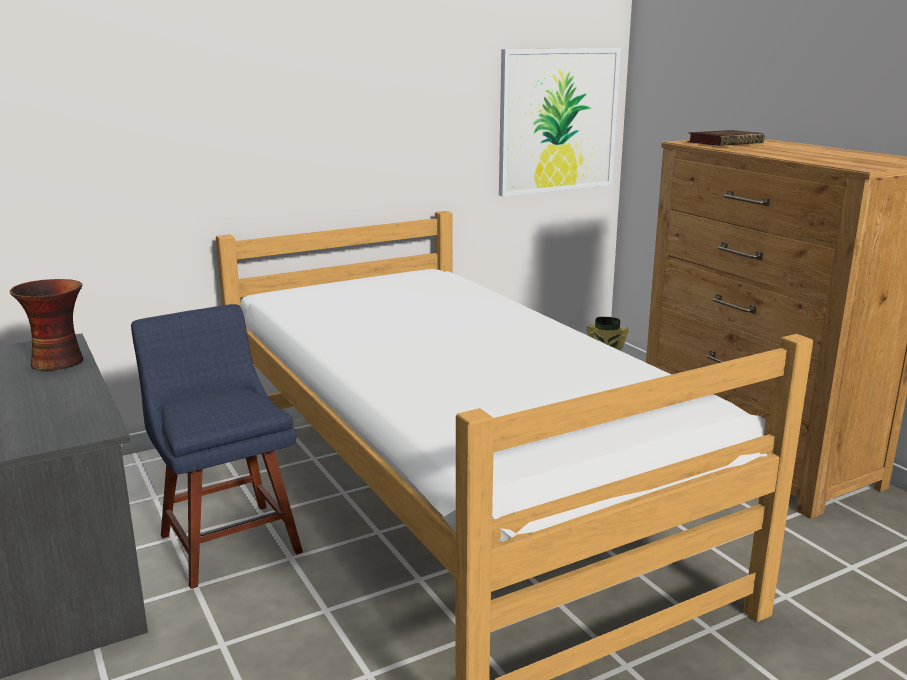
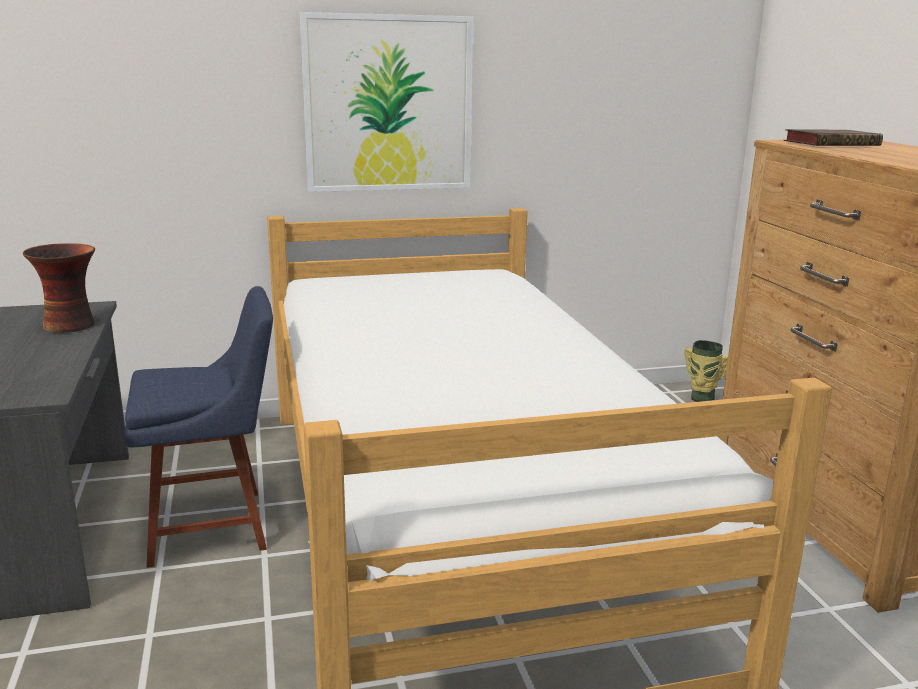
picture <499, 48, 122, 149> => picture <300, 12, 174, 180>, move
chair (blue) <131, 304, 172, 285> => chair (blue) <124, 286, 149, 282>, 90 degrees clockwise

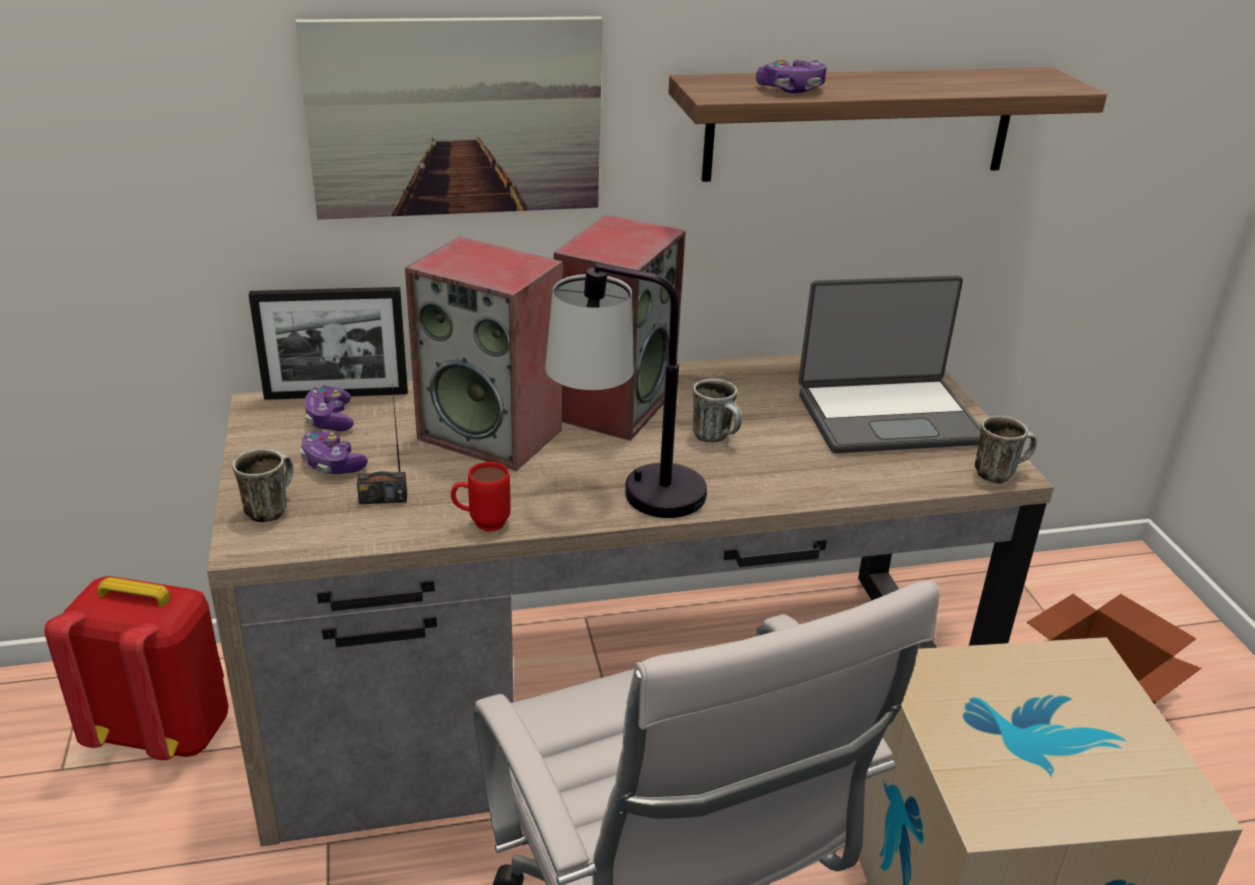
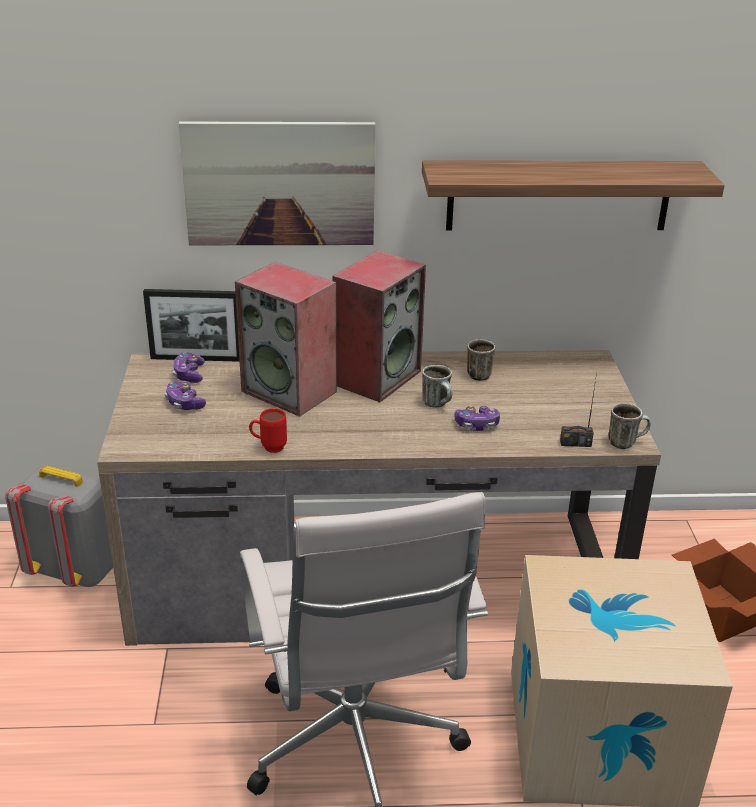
table lamp <545, 263, 162, 255> => nothing
laptop <798, 276, 183, 177> => nothing
mug <233, 449, 60, 73> => mug <467, 339, 28, 42>, move
radio <357, 385, 50, 119> => radio <560, 373, 37, 74>, move
game controller <756, 58, 71, 35> => game controller <455, 406, 45, 25>, move
backpack (red) <44, 576, 184, 184> => backpack (grey) <5, 465, 108, 122>

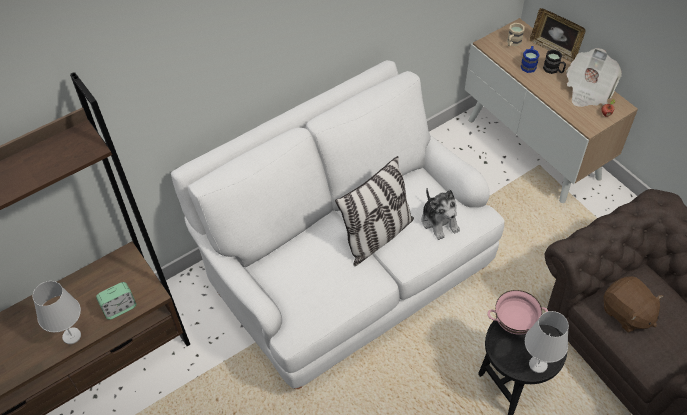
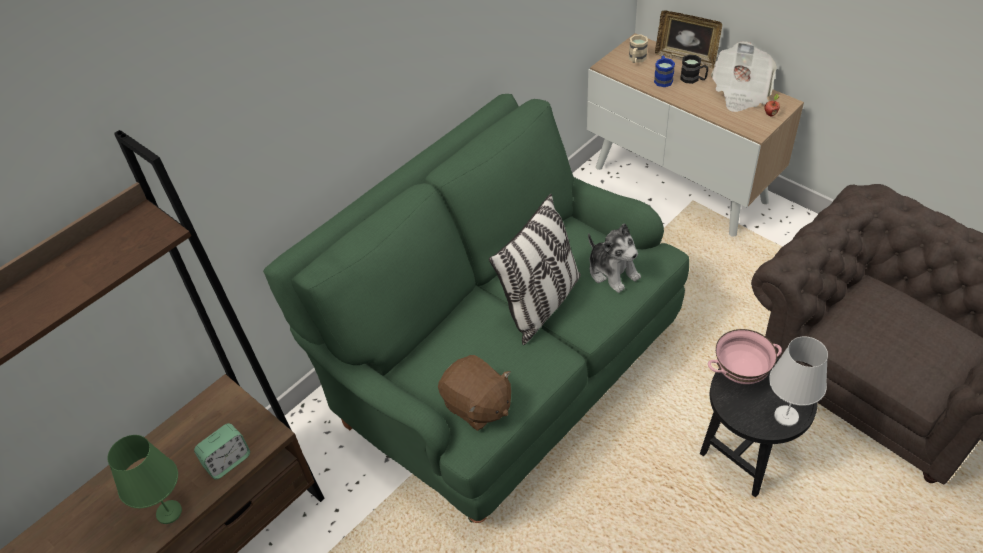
plush toy (brown) <603, 276, 60, 57> => plush toy (brown) <438, 355, 73, 76>, move
table lamp (white) <33, 281, 48, 63> => table lamp (green) <107, 435, 75, 89>
sofa (white) <171, 60, 334, 329> => sofa (green) <263, 94, 426, 429>

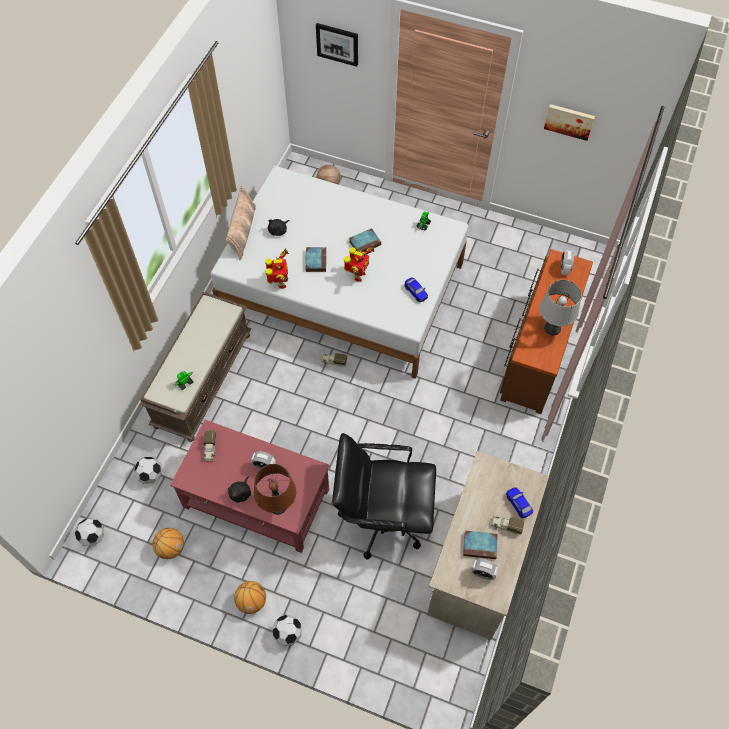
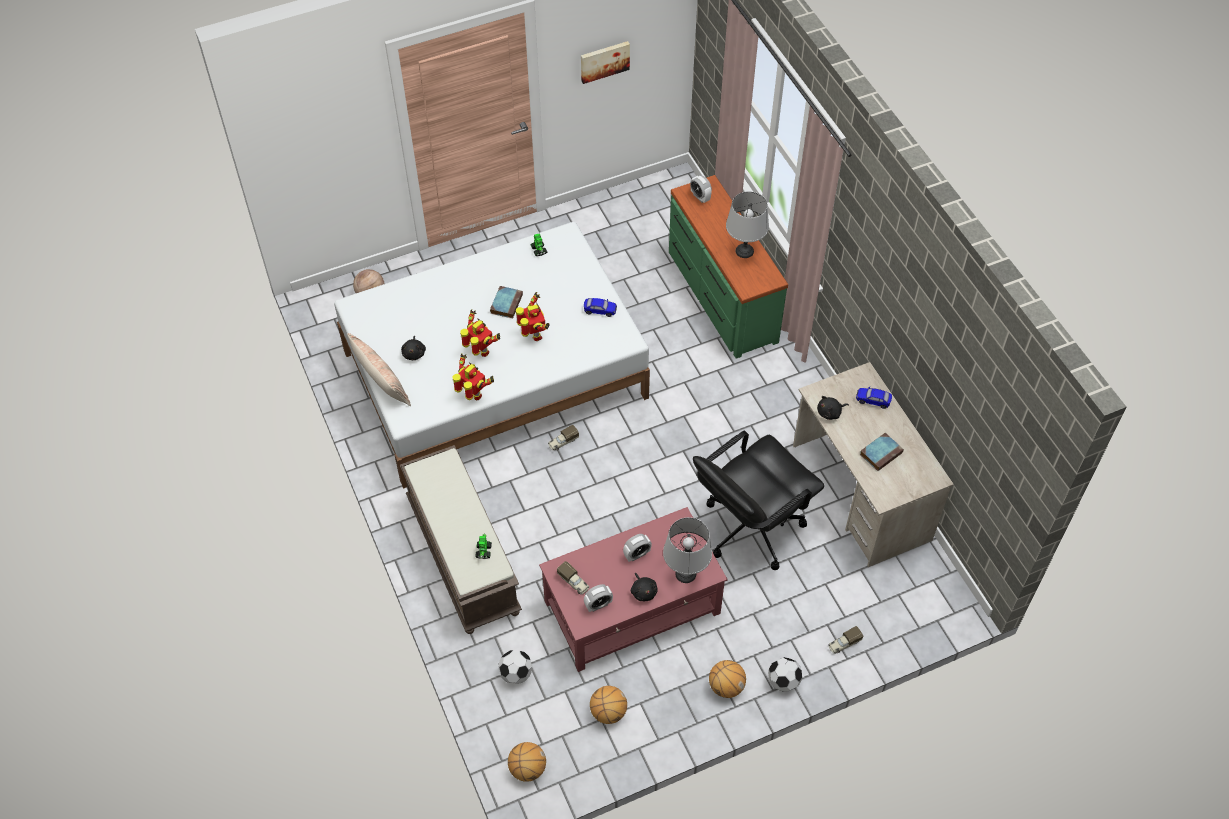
picture <316, 23, 42, 44> => nothing
nothing => plush toy (black) <817, 396, 32, 24>
alarm clock <470, 558, 28, 22> => alarm clock <584, 584, 29, 28>, move
toy truck <491, 516, 34, 19> => toy truck <828, 626, 35, 28>, move
football <75, 518, 29, 28> => basketball <508, 742, 38, 40>
book <306, 247, 20, 25> => toy robot <460, 309, 40, 48>
table lamp (brown) <254, 464, 42, 51> => table lamp (grey) <663, 517, 49, 66>
dresser (brown) <500, 249, 93, 165> => dresser (green) <669, 175, 119, 184>

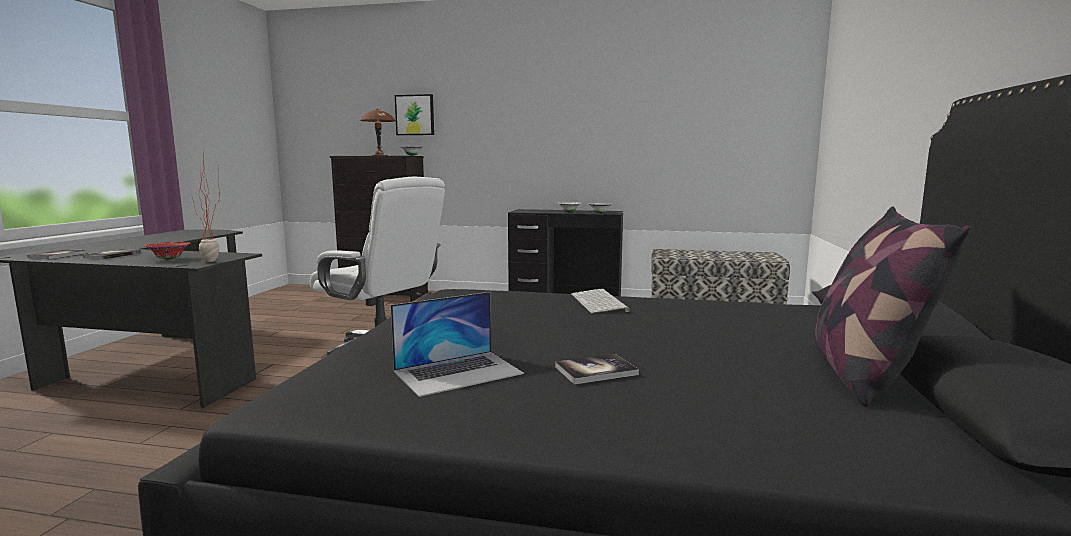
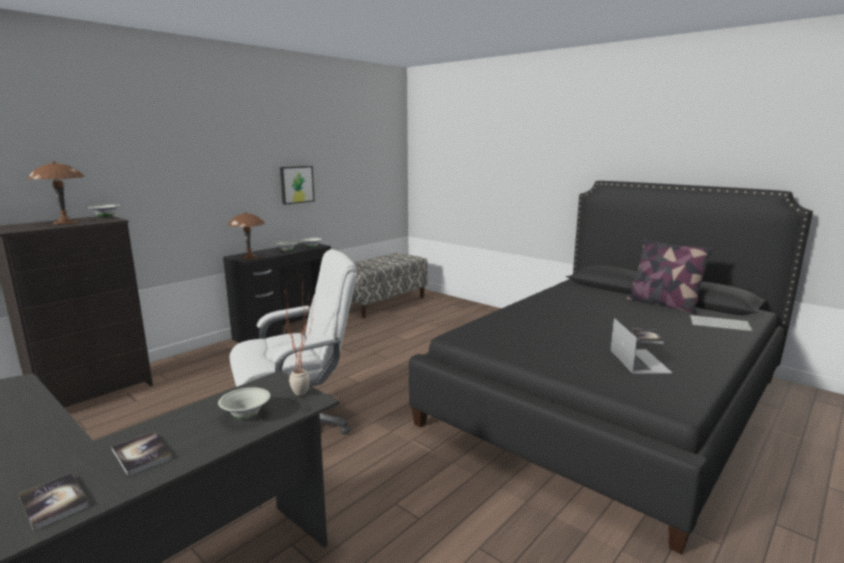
nothing => table lamp (brown) <228, 212, 37, 47>
picture <395, 94, 39, 41> => picture <280, 166, 35, 39>, move
keyboard <571, 289, 59, 24> => keyboard <690, 315, 63, 16>, move
bowl (red) <144, 242, 46, 18> => bowl (white) <218, 387, 52, 32>

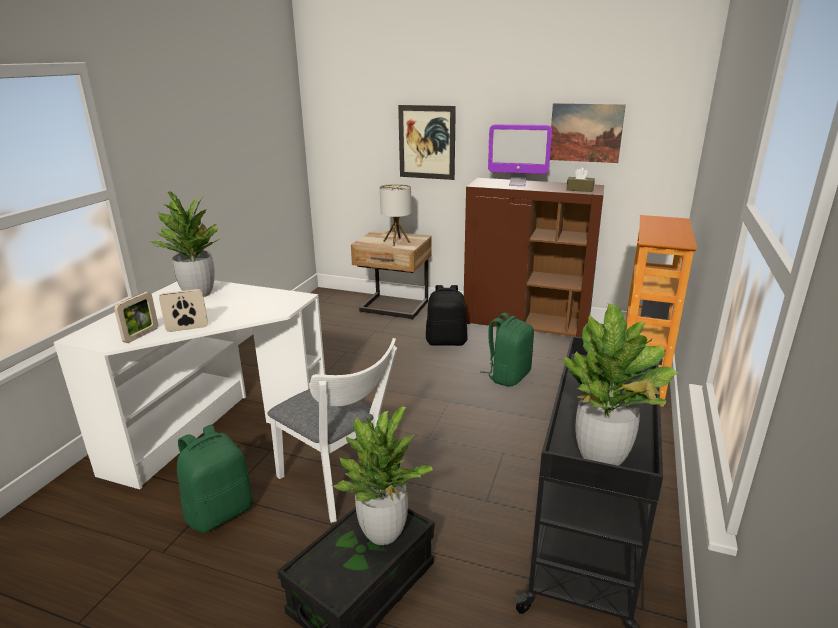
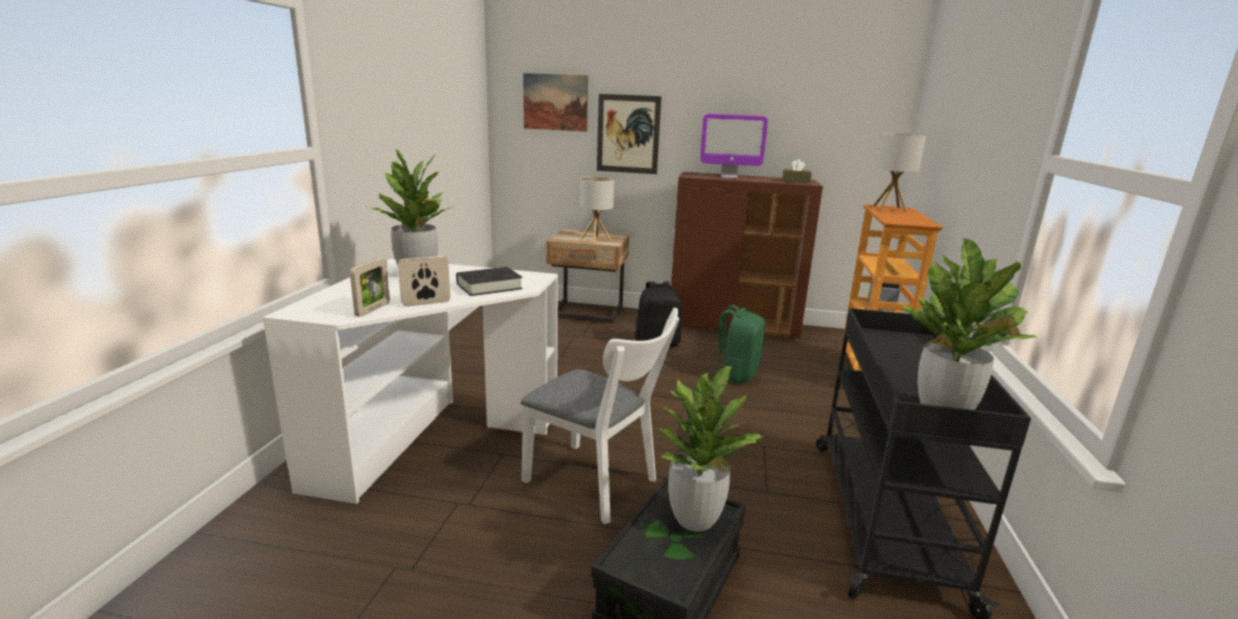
backpack (green) <177, 424, 75, 109> => nothing
nothing => book (black) <456, 267, 67, 29>
nothing => table lamp <873, 133, 53, 79>
picture <550, 103, 76, 60> => picture <523, 73, 65, 59>, move

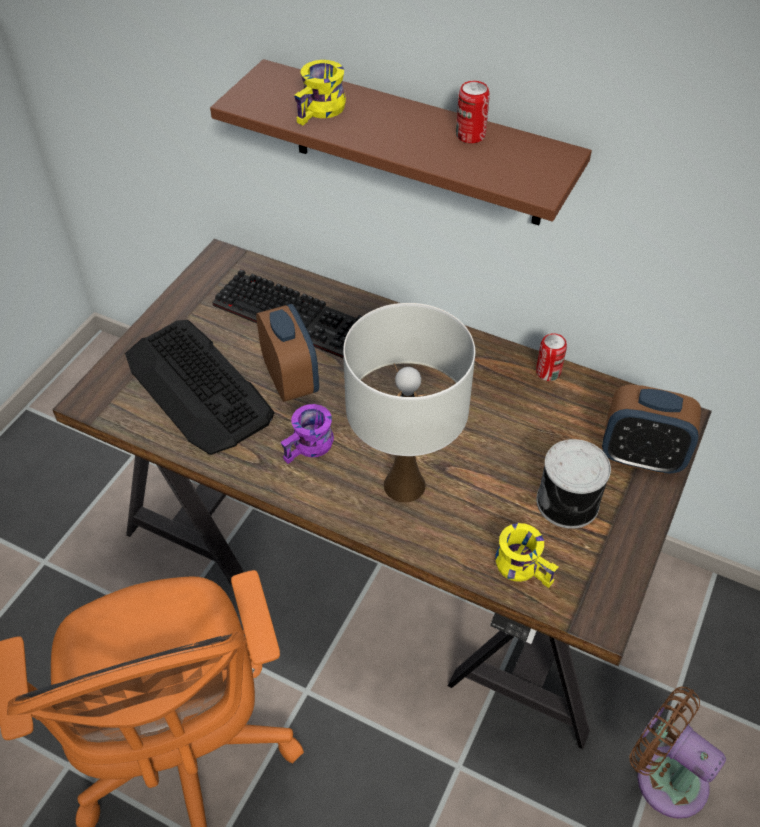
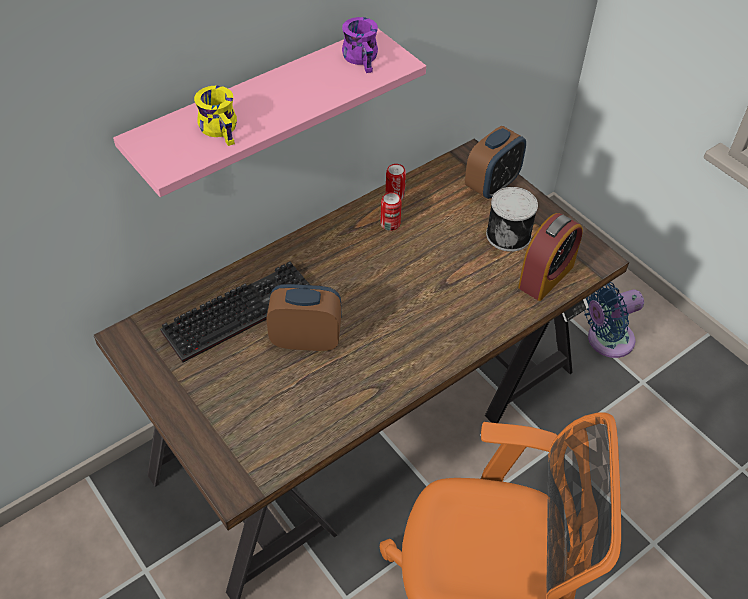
keyboard <125, 320, 149, 135> => nothing
table lamp (white) <343, 303, 132, 200> => nothing
mug (purple) <281, 404, 53, 60> => mug (purple) <342, 17, 36, 56>, move
can <456, 81, 34, 62> => can <380, 192, 22, 39>, move
mug (yellow) <495, 523, 64, 65> => alarm clock <518, 213, 65, 88>
shelf (brown) <210, 59, 382, 166> => shelf (pink) <113, 29, 313, 168>
fan (brown) <630, 687, 96, 132> => fan (blue) <584, 282, 60, 76>

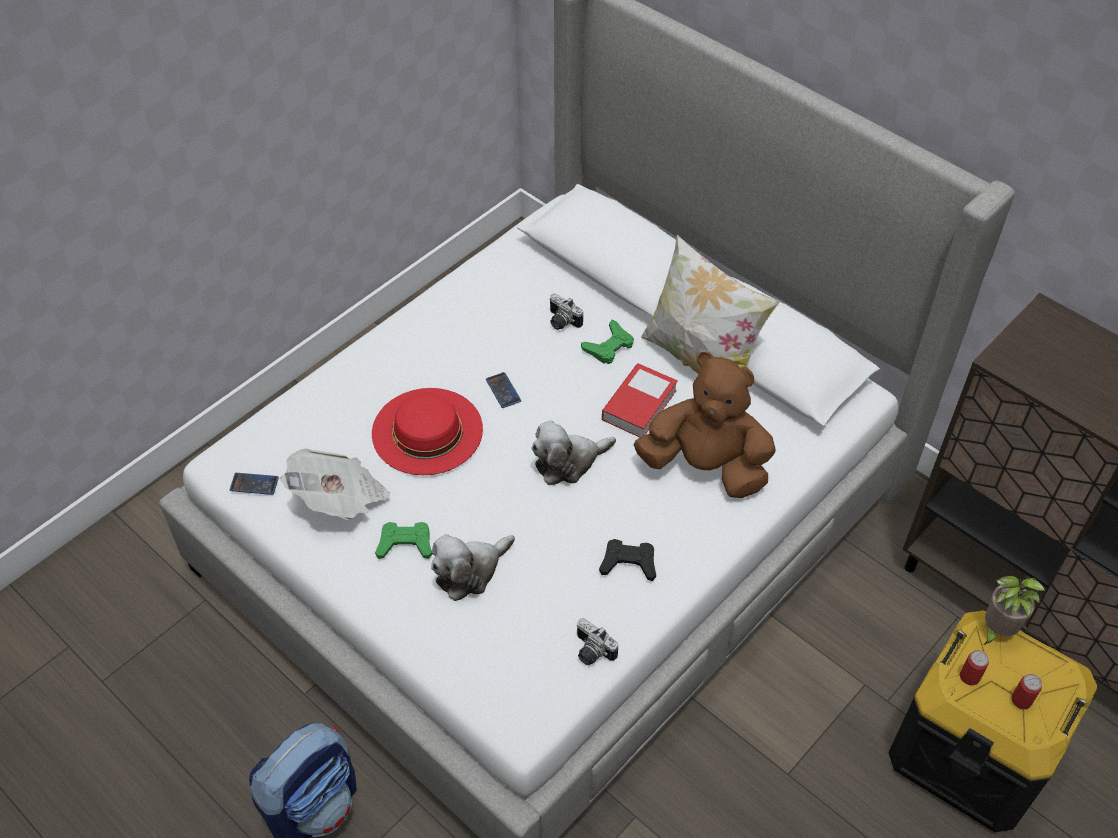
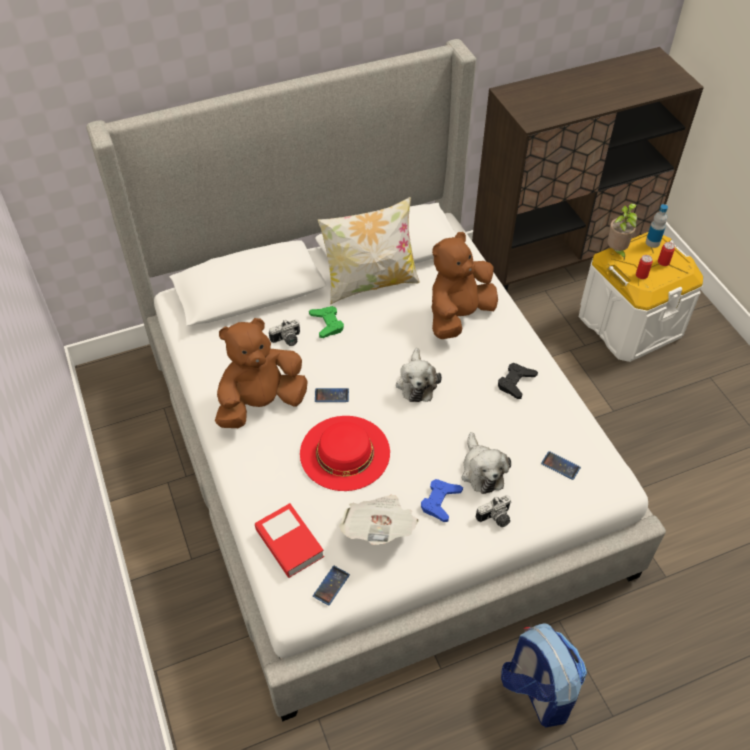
nothing => plush toy (brown) <215, 318, 93, 110>
nothing => phone <541, 451, 40, 29>
nothing => bottle <646, 204, 22, 44>
photo camera <576, 618, 42, 47> => photo camera <475, 495, 36, 32>, move
book <602, 363, 76, 74> => book <255, 503, 69, 75>, move
game controller (green) <375, 522, 57, 37> => game controller (blue) <421, 479, 42, 43>
storage box (black) <888, 611, 209, 221> => storage box (white) <579, 232, 124, 130>

